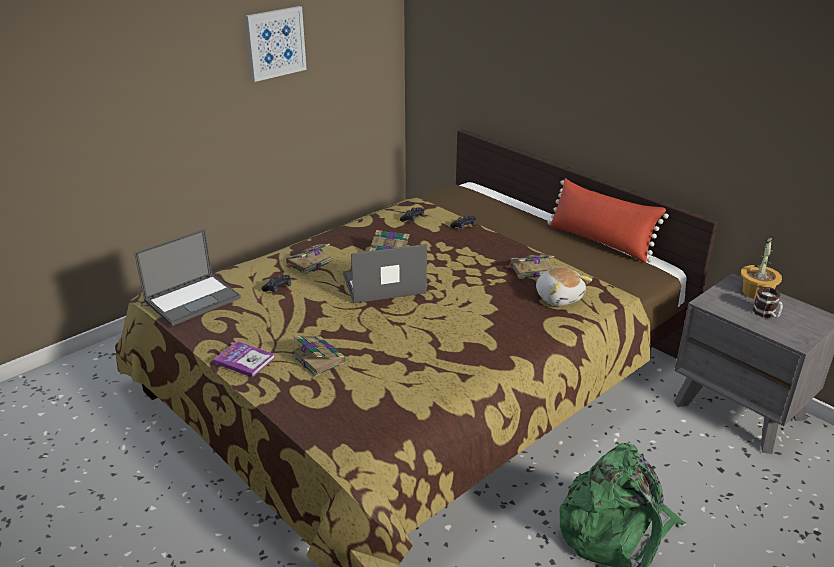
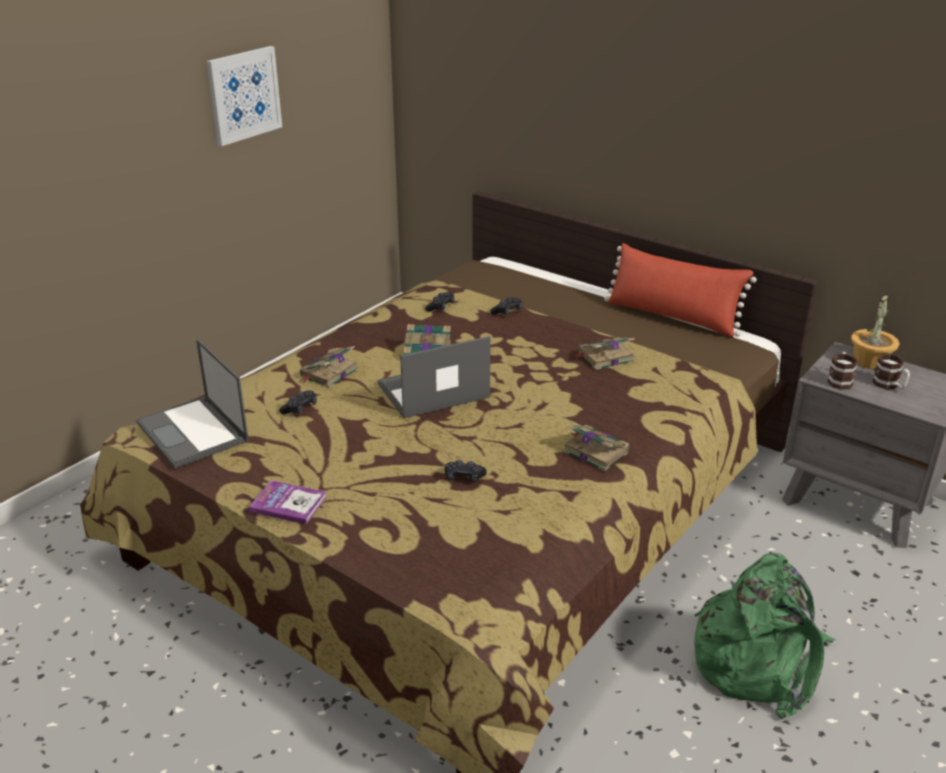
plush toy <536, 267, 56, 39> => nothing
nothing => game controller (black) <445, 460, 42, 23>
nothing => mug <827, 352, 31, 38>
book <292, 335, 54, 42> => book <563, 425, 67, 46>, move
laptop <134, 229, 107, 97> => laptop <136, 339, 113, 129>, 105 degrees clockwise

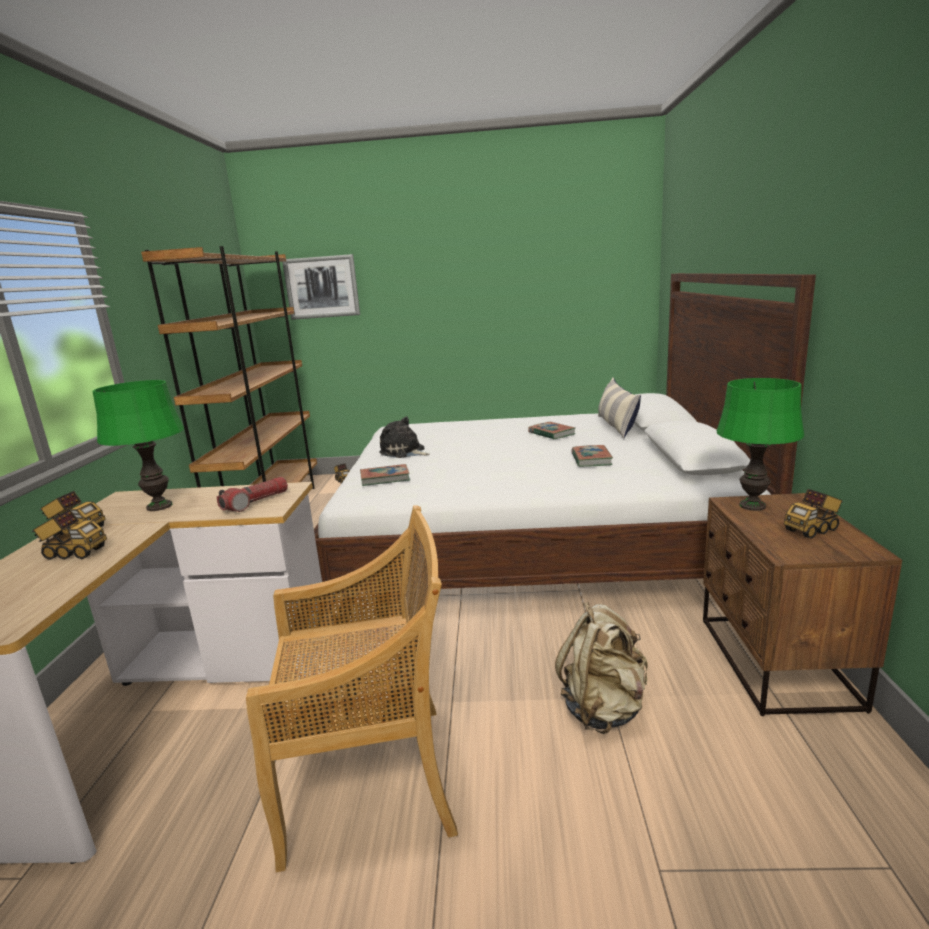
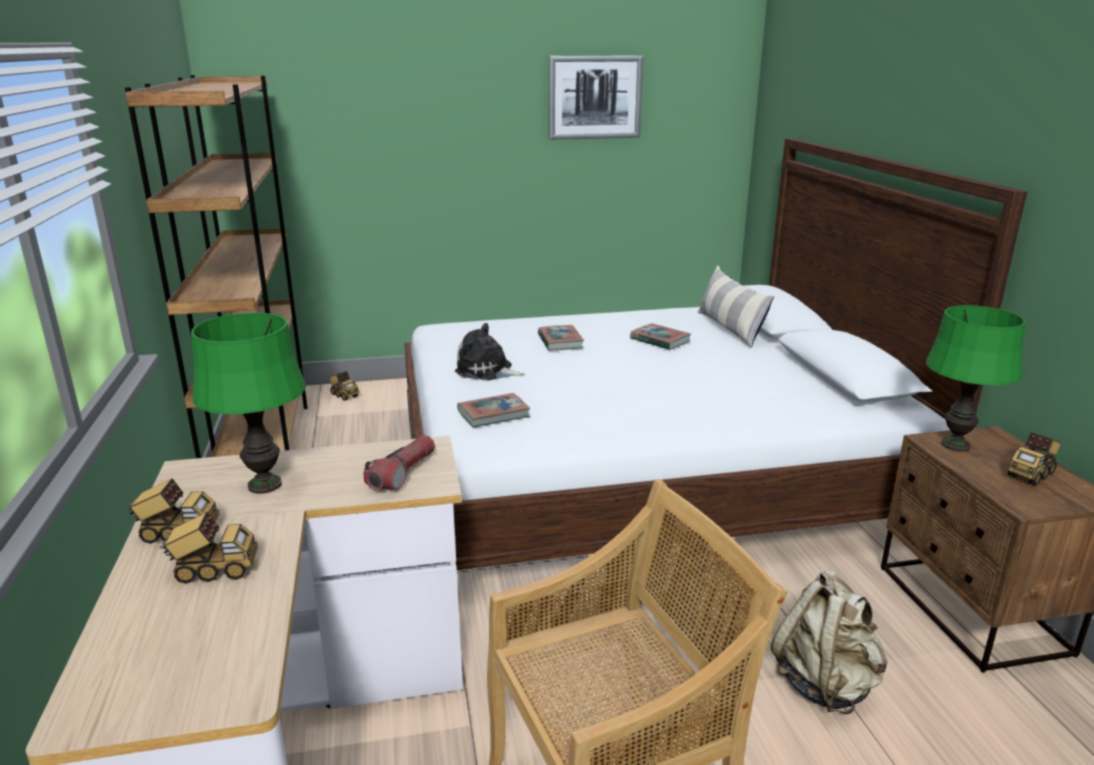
picture <282, 254, 78, 66> => picture <549, 56, 95, 84>, move
book <571, 445, 42, 22> => book <538, 325, 46, 26>, move

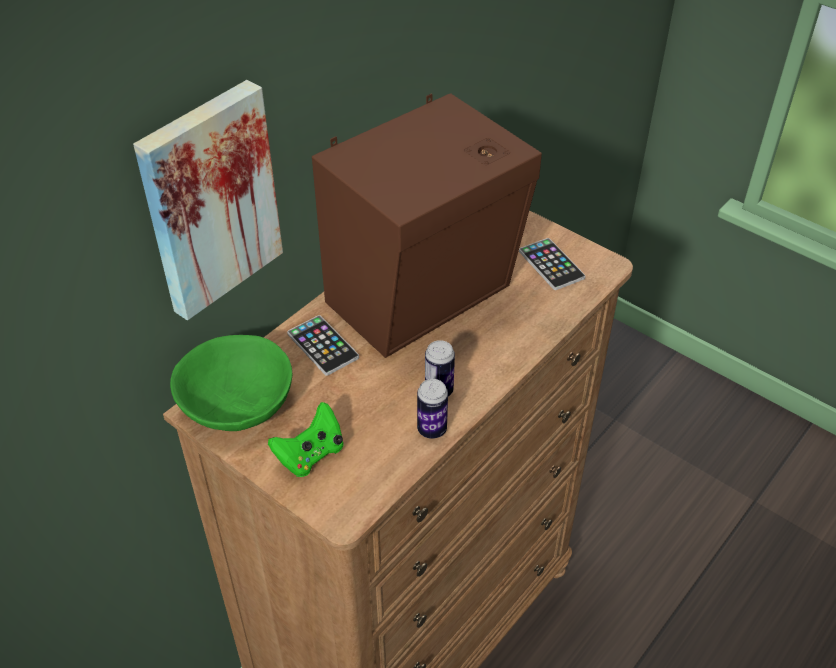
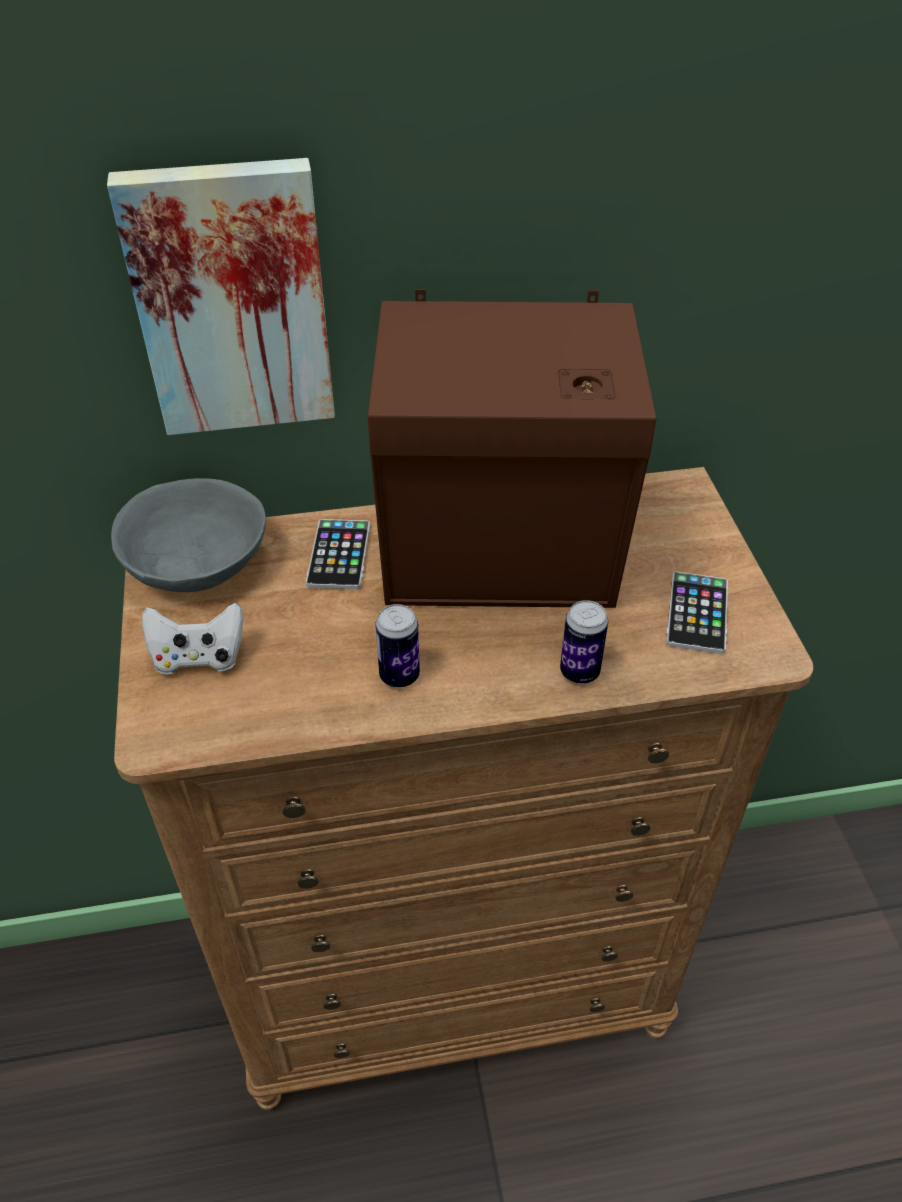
can <417, 379, 31, 60> => can <560, 600, 48, 83>, move
bowl (green) <170, 335, 122, 96> => bowl (grey) <111, 478, 155, 114>
game controller (green) <268, 402, 75, 75> => game controller (white) <142, 603, 101, 71>

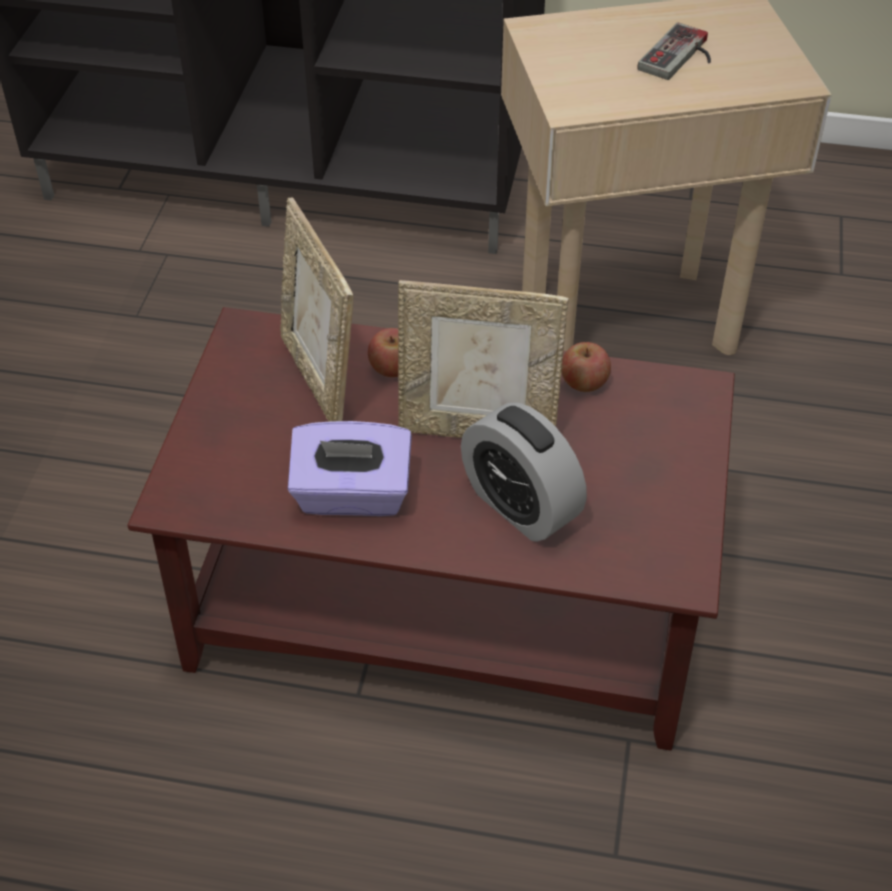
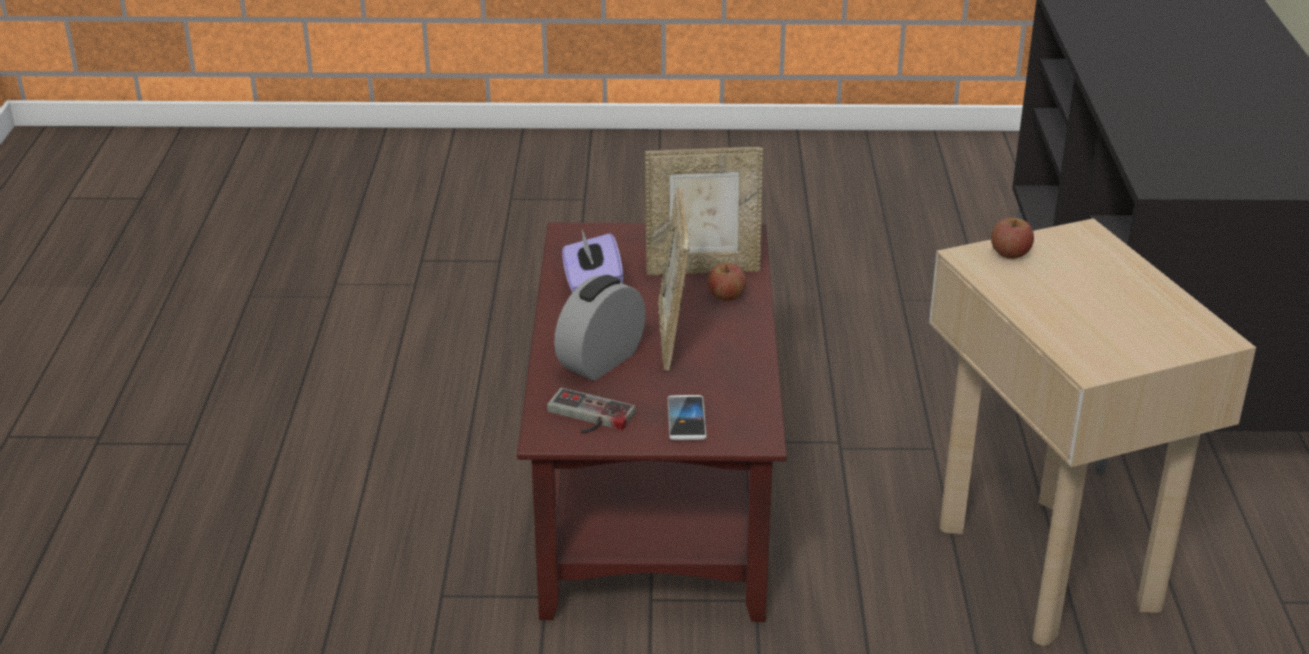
nothing => phone <668, 395, 39, 45>
apple <561, 342, 50, 50> => apple <991, 218, 43, 41>, move
game controller <637, 22, 74, 58> => game controller <547, 388, 89, 45>, move
picture frame <280, 197, 73, 225> => picture frame <645, 147, 118, 129>, 150 degrees counterclockwise

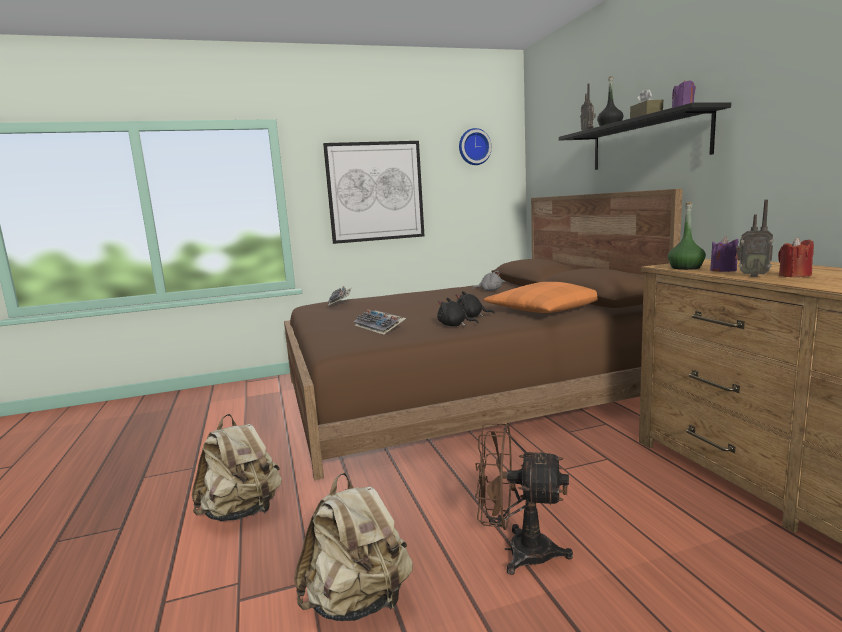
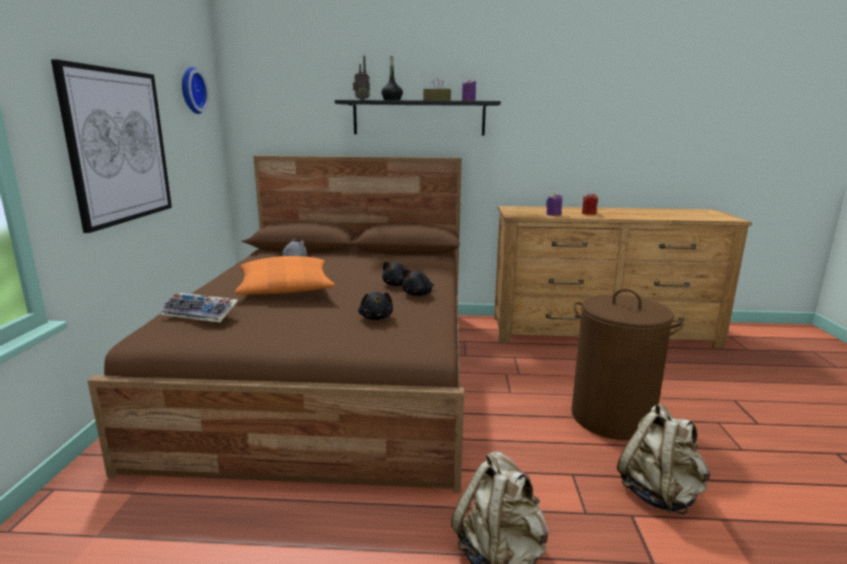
bottle (green) <668, 202, 38, 68> => nothing
radio <735, 200, 39, 77> => nothing
pillow (orange) <484, 282, 114, 31> => pillow (orange) <235, 256, 100, 39>, move
keyboard <354, 310, 52, 24> => plush toy (black) <358, 292, 35, 28>
fan (brown) <475, 423, 98, 152> => laundry basket (brown) <571, 289, 114, 151>

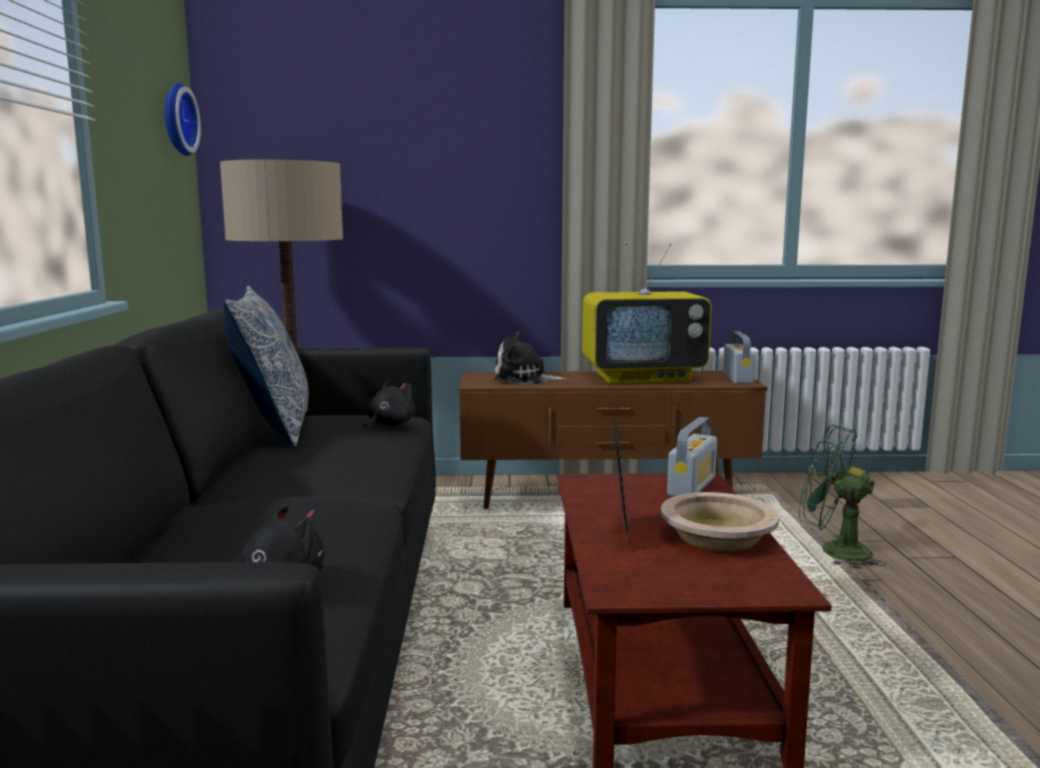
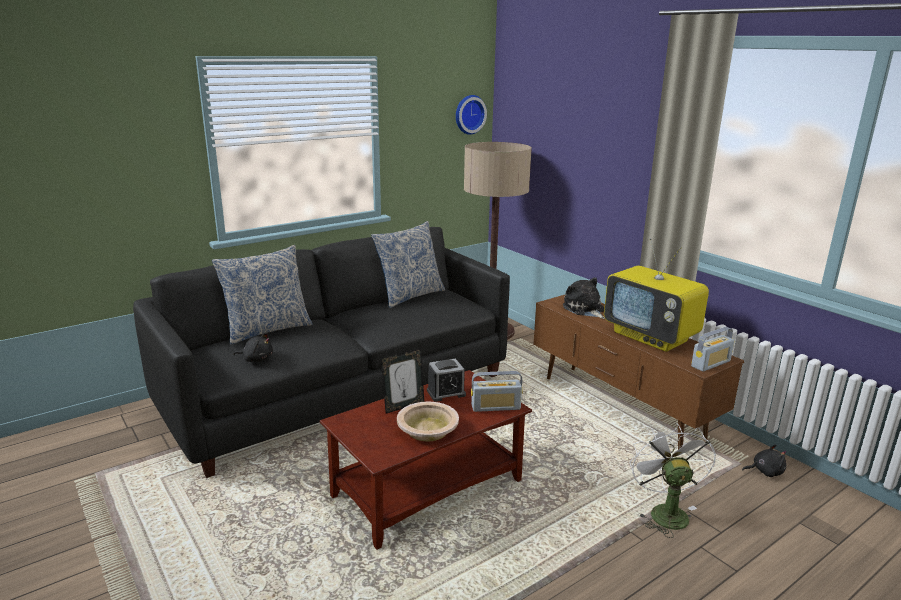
nothing => pillow <212, 245, 101, 100>
nothing => alarm clock <427, 359, 39, 43>
plush toy (black) <362, 381, 53, 49> => plush toy (black) <742, 445, 44, 32>, move
fan (green) <799, 425, 87, 144> => fan (white) <630, 423, 86, 115>

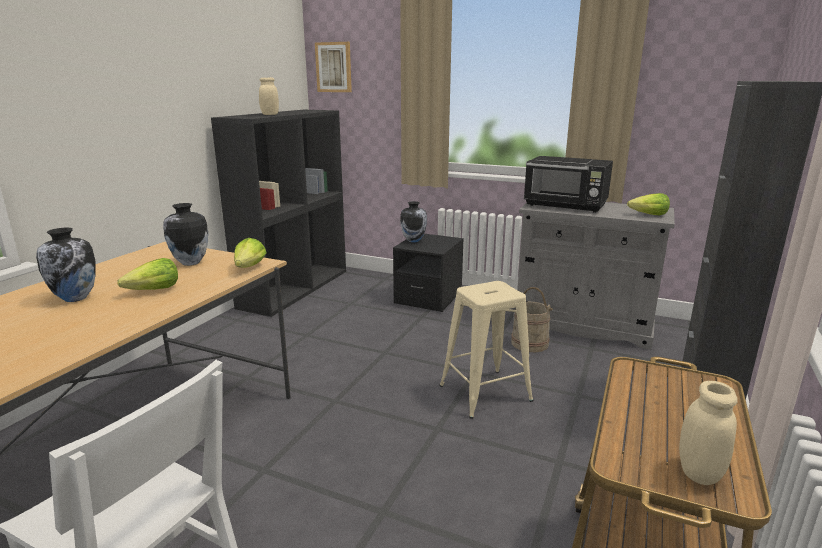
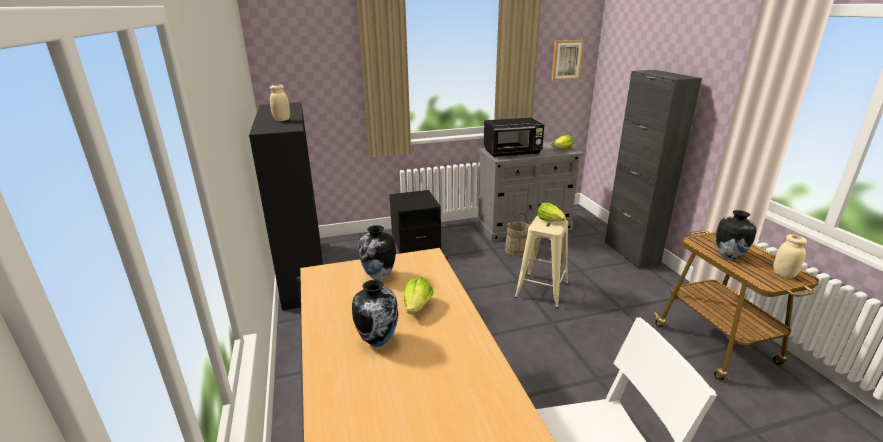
lettuce <234, 238, 33, 30> => lettuce <537, 203, 29, 19>, move
picture <315, 42, 37, 50> => picture <551, 40, 33, 41>, move
vase <400, 201, 27, 42> => vase <716, 210, 40, 50>, move

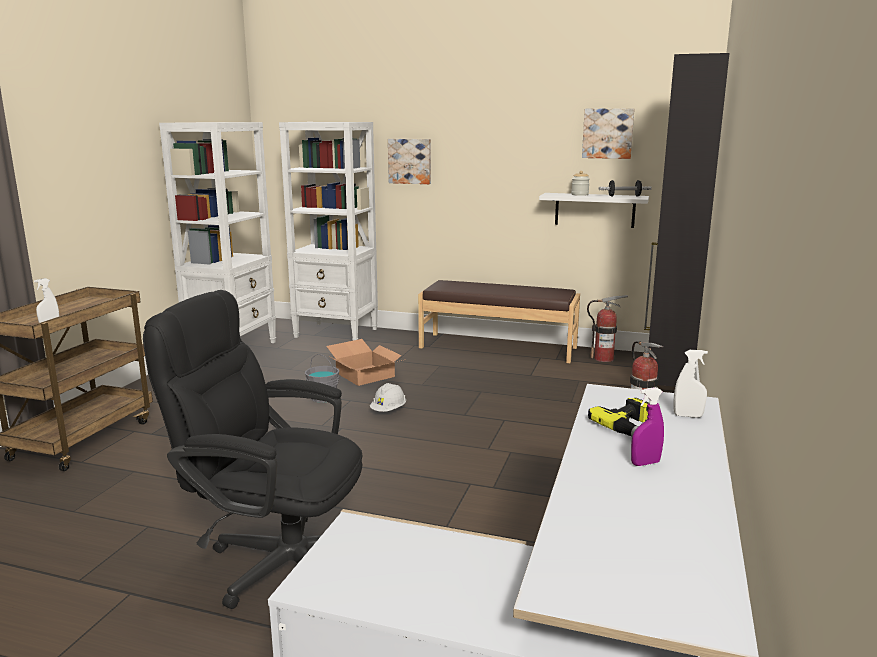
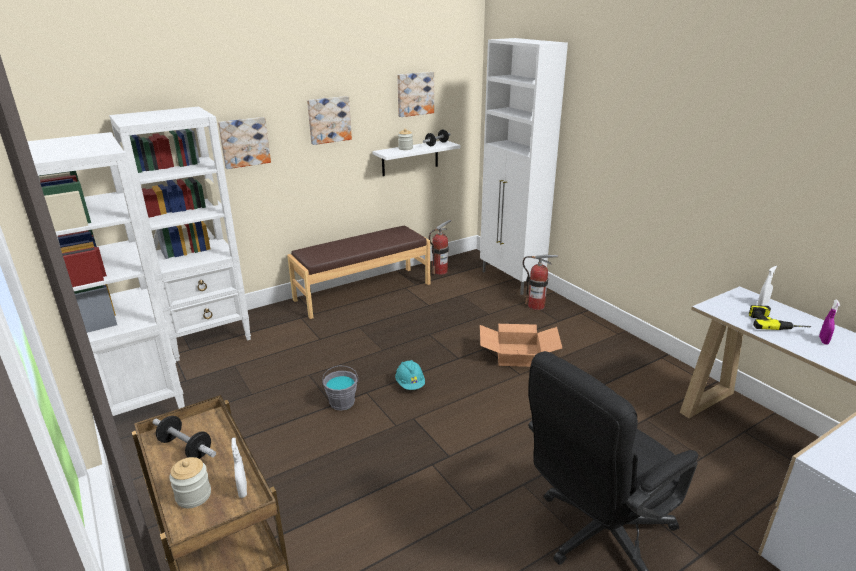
nothing => dumbbell <152, 416, 64, 43>
nothing => jar <169, 457, 42, 51>
nothing => picture <307, 96, 45, 49>
cardboard box <326, 339, 76, 47> => cardboard box <480, 324, 82, 43>, move
hard hat (white) <370, 383, 36, 29> => hard hat (turquoise) <395, 360, 30, 30>
cabinet (black) <644, 53, 86, 334> => cabinet (white) <480, 38, 88, 257>

